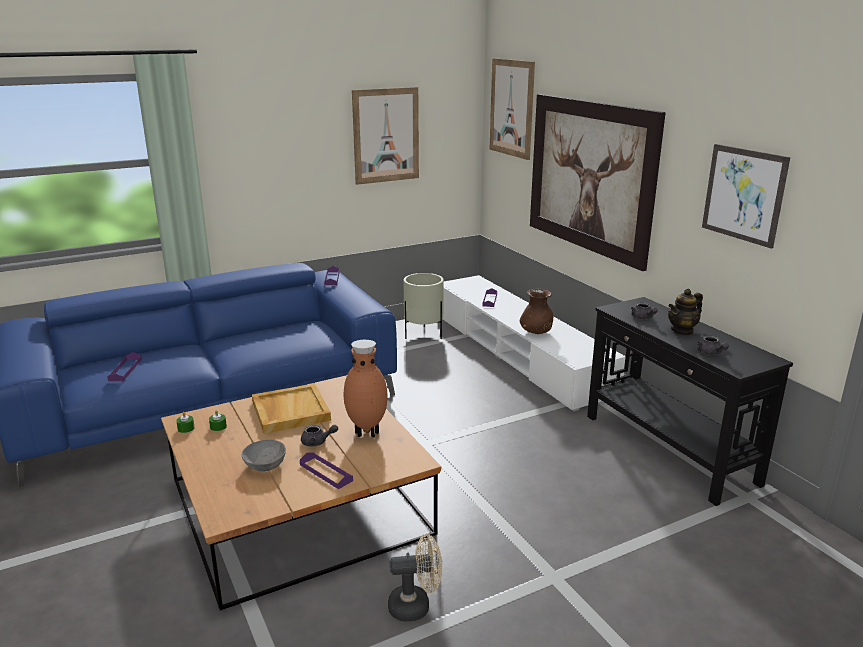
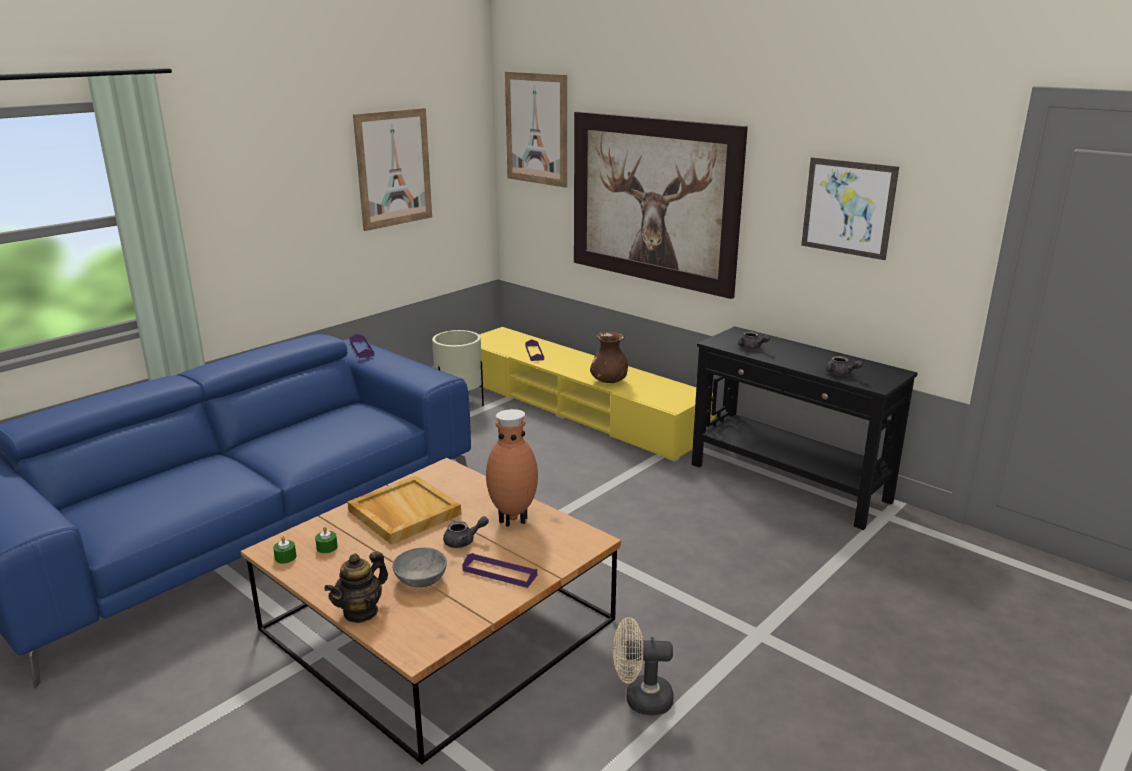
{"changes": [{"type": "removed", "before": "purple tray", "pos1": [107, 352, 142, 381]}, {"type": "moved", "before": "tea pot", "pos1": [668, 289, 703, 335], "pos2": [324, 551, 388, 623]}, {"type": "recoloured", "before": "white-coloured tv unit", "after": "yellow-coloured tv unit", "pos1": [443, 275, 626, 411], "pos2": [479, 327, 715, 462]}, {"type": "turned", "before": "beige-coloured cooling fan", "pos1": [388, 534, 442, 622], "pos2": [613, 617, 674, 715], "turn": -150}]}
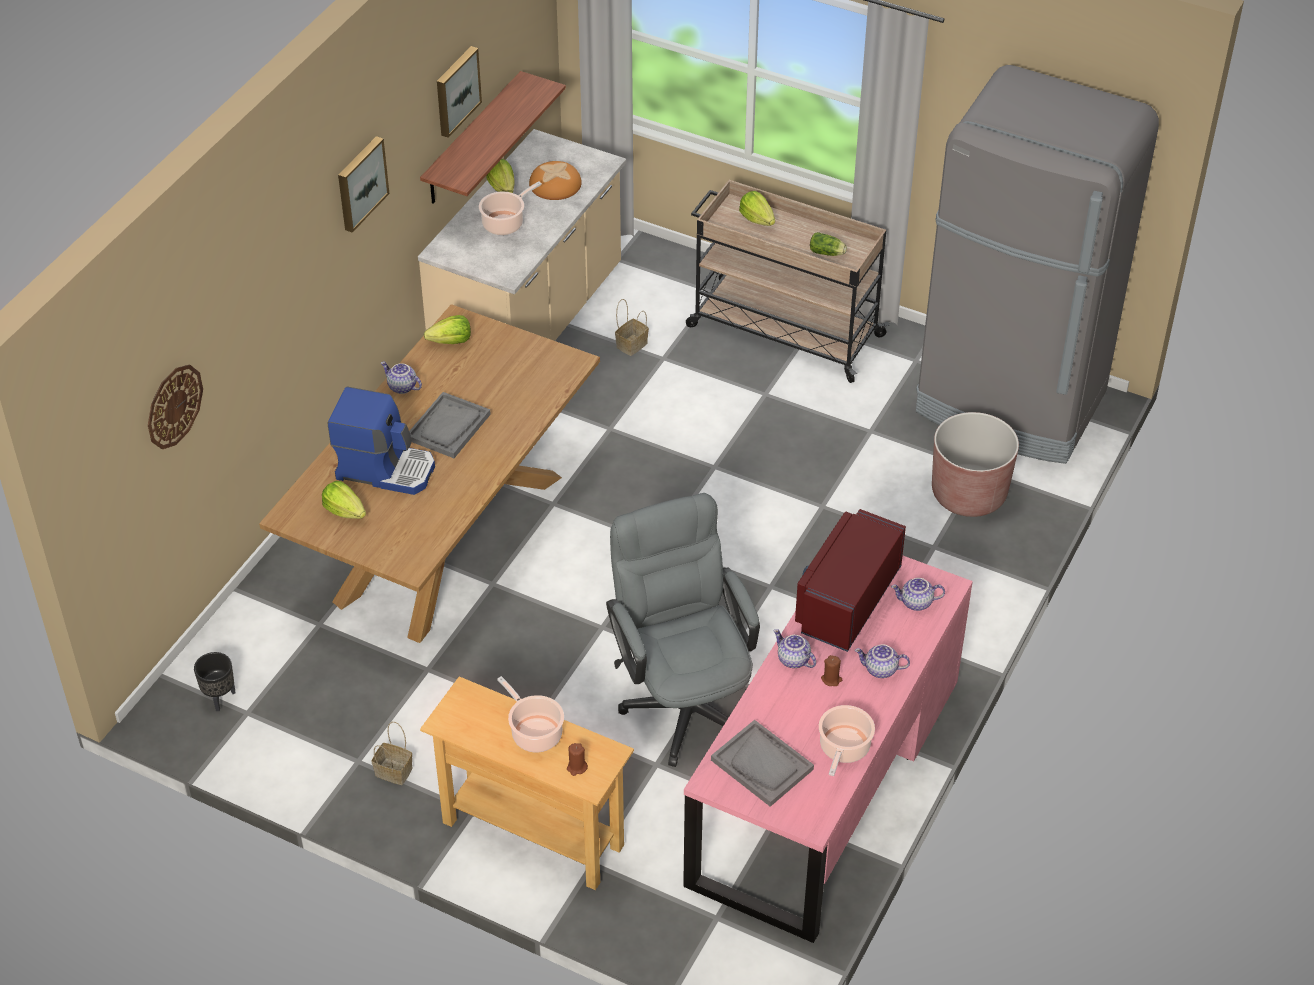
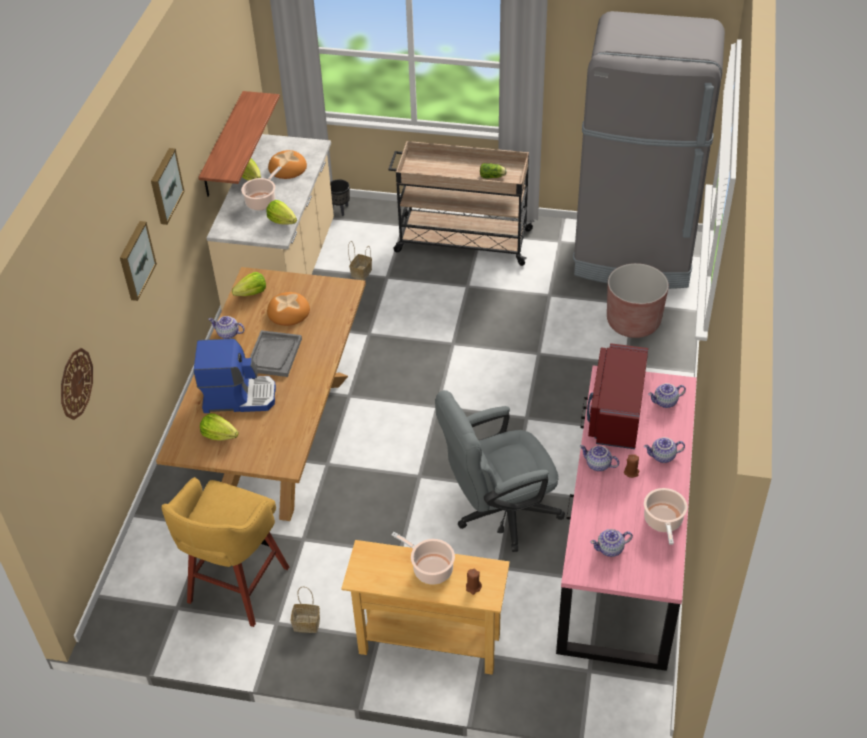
{"changes": [{"type": "added", "after": "yellow-coloured stool seat", "pos2": [162, 477, 289, 627]}, {"type": "added", "after": "baked bread", "pos2": [267, 292, 310, 326]}, {"type": "moved", "before": "black-coloured planter", "pos1": [194, 652, 236, 711], "pos2": [330, 179, 350, 216]}, {"type": "moved", "before": "wall picture", "pos1": [437, 46, 482, 138], "pos2": [120, 221, 157, 301]}, {"type": "moved", "before": "head of lettuce", "pos1": [739, 191, 775, 226], "pos2": [266, 200, 297, 225]}, {"type": "replaced", "before": "gray tray", "after": "tea pot", "pos1": [711, 720, 814, 807], "pos2": [590, 529, 633, 557]}, {"type": "turned", "before": "gray desk chair", "pos1": [606, 493, 760, 767], "pos2": [435, 390, 565, 552], "turn": -75}]}
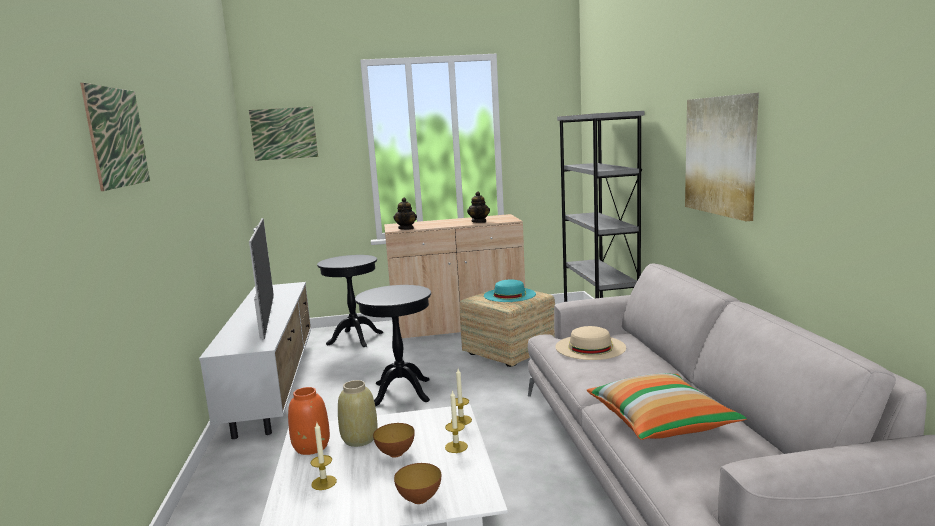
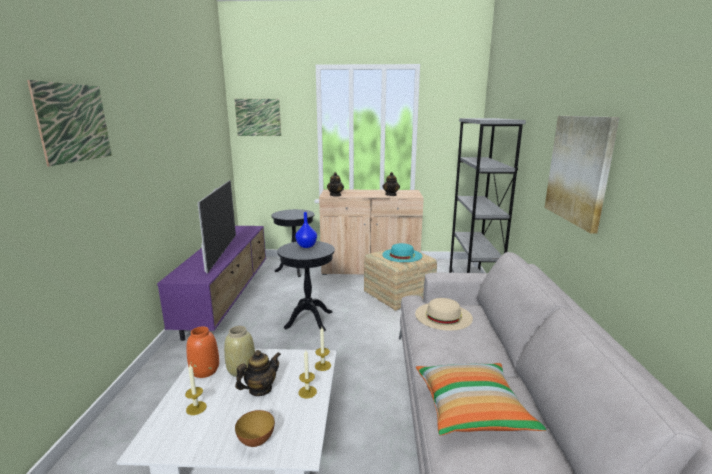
{"changes": [{"type": "added", "after": "blue flower vase", "pos2": [295, 212, 317, 248]}, {"type": "replaced", "before": "deep dish", "after": "tea pot", "pos1": [373, 423, 415, 458], "pos2": [235, 350, 281, 396]}, {"type": "recoloured", "before": "white-coloured tv unit", "after": "purple tv unit", "pos1": [199, 282, 311, 439], "pos2": [157, 226, 266, 341]}]}
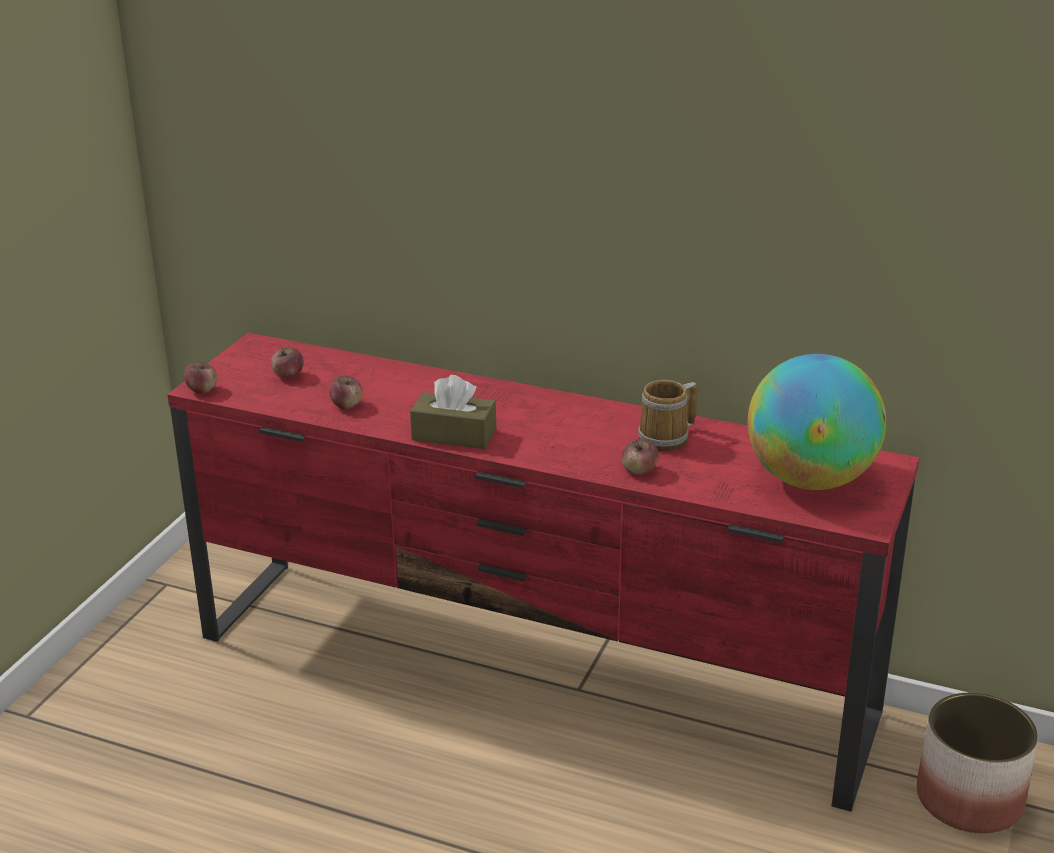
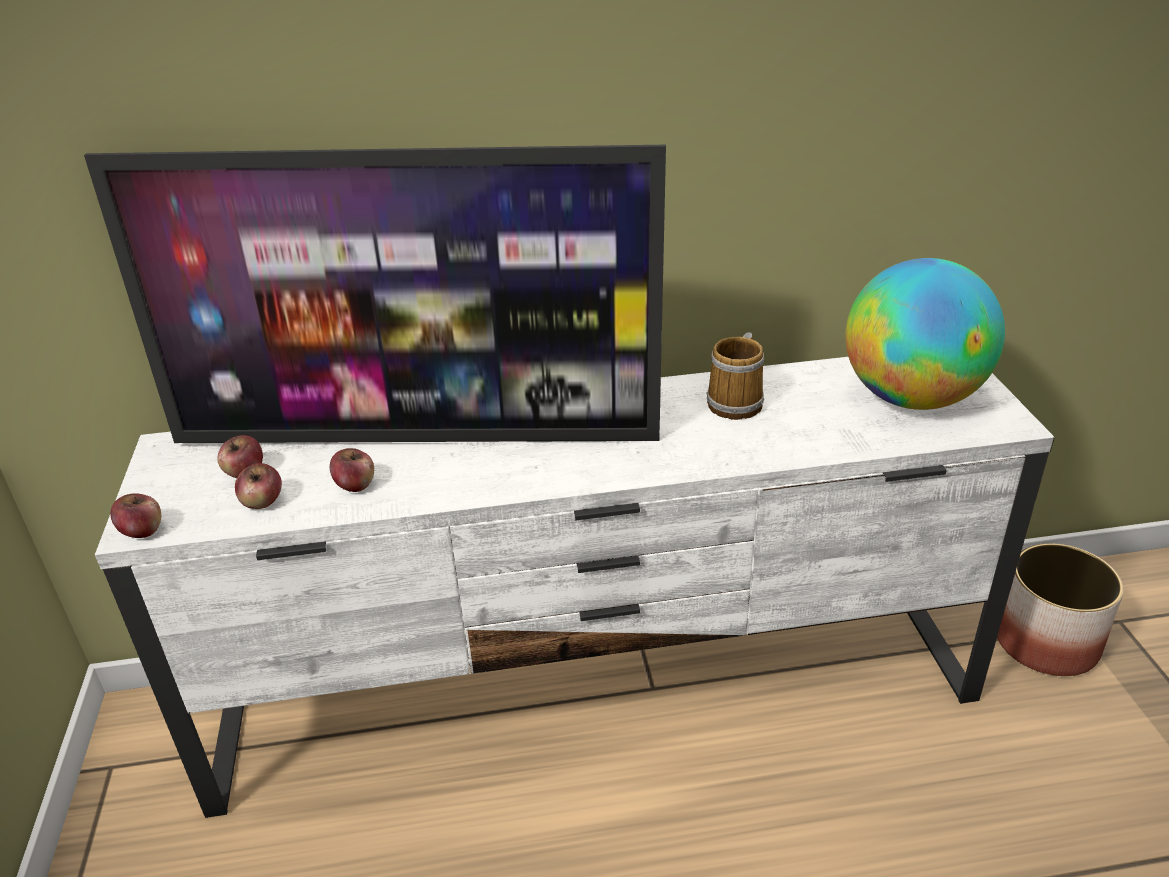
{"changes": [{"type": "removed", "before": "brown tissue holder", "pos1": [410, 375, 496, 449]}, {"type": "added", "after": "TV set", "pos2": [84, 145, 666, 443]}, {"type": "moved", "before": "apple fruit", "pos1": [622, 438, 659, 475], "pos2": [235, 463, 282, 509]}, {"type": "recoloured", "before": "reddish tv unit", "after": "white-coloured tv unit", "pos1": [167, 333, 920, 812], "pos2": [95, 357, 1055, 818]}]}
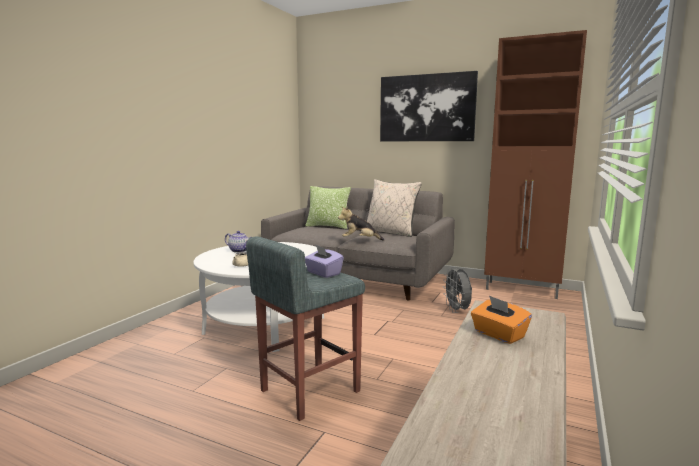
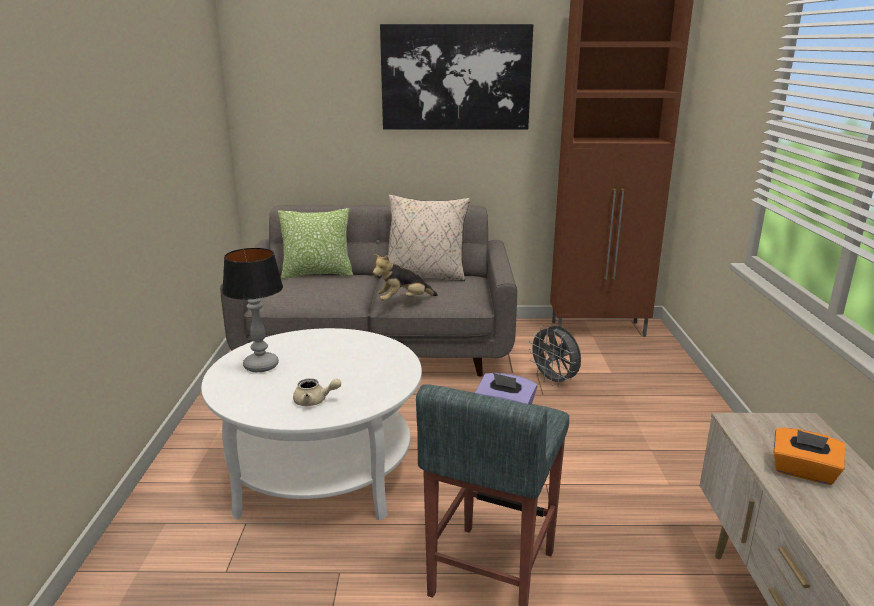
{"changes": [{"type": "replaced", "before": "tea pot", "after": "table lamp", "pos1": [225, 231, 251, 253], "pos2": [222, 248, 283, 372]}]}
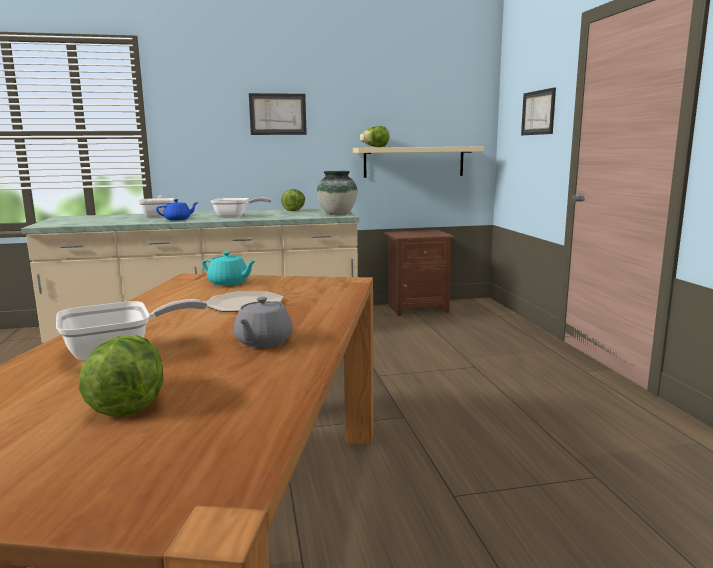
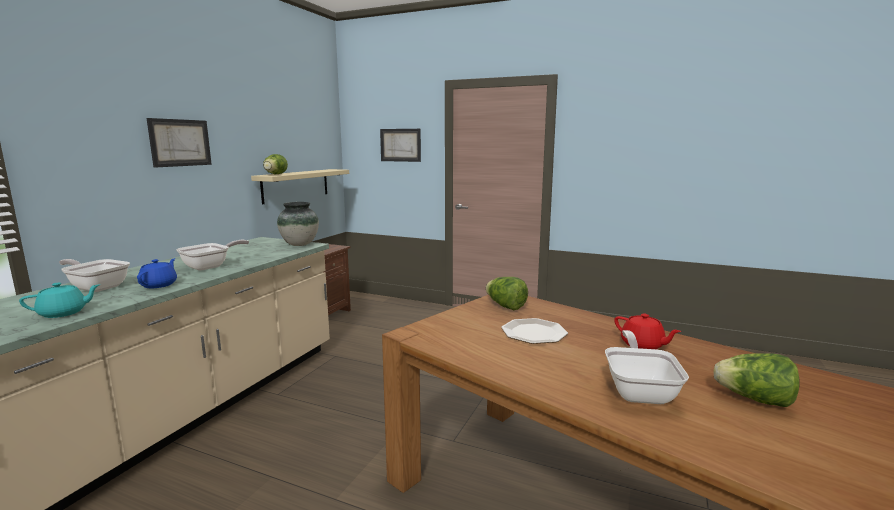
{"changes": [{"type": "moved", "before": "blue-green tea pot", "pos1": [202, 251, 256, 286], "pos2": [19, 283, 100, 318]}, {"type": "moved", "before": "head of lettuce", "pos1": [281, 189, 305, 211], "pos2": [486, 277, 528, 310]}, {"type": "recoloured", "before": "gray tea pot", "after": "reddish tea pot", "pos1": [233, 297, 293, 348], "pos2": [614, 314, 681, 349]}]}
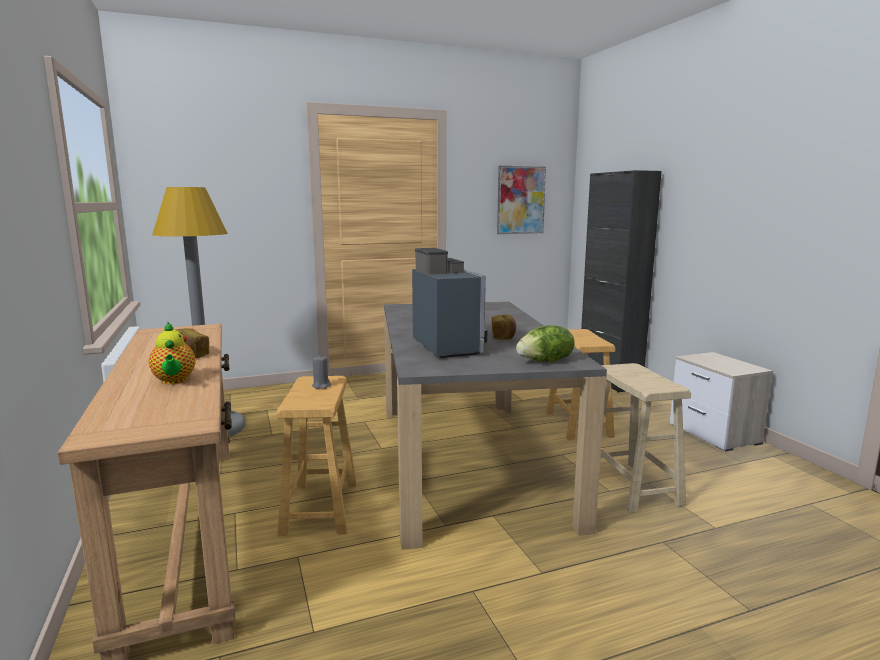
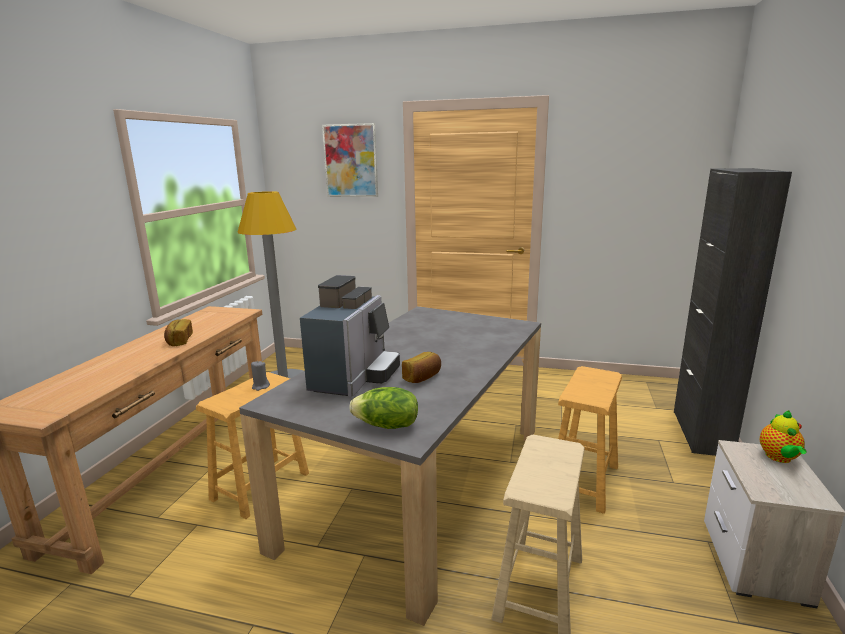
{"changes": [{"type": "moved", "before": "tea pot", "pos1": [149, 322, 196, 384], "pos2": [760, 410, 807, 463]}, {"type": "moved", "before": "wall picture", "pos1": [497, 166, 546, 234], "pos2": [322, 123, 378, 197]}]}
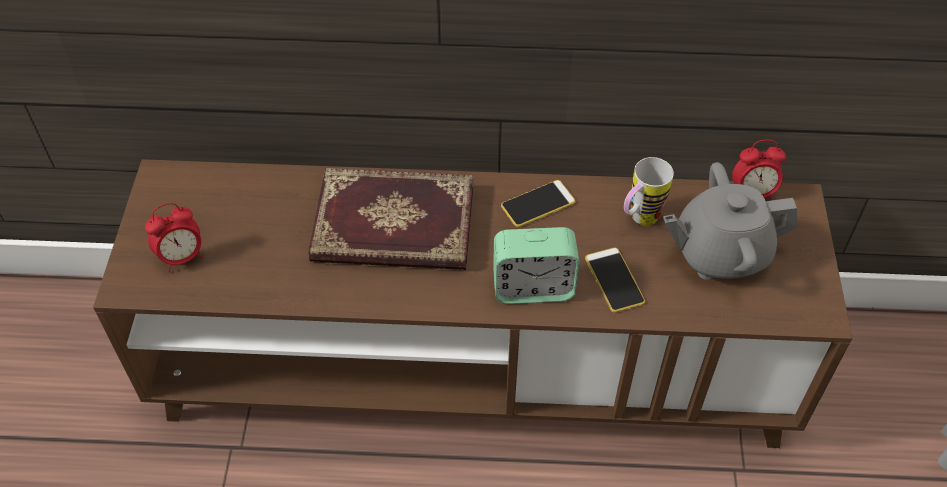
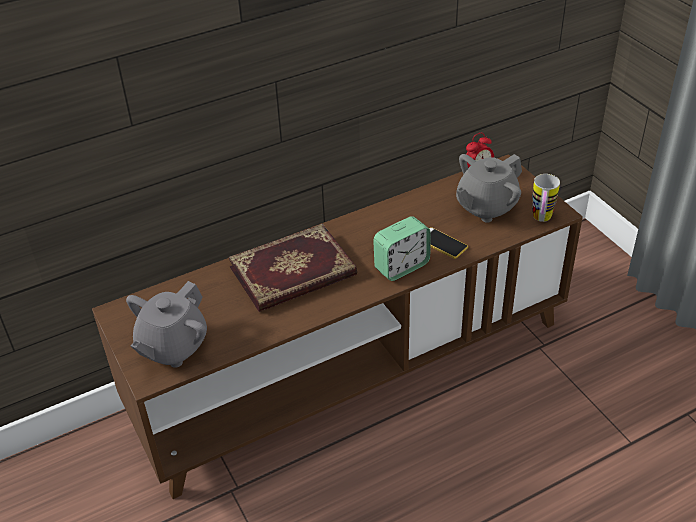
{"changes": [{"type": "removed", "before": "handset", "pos1": [501, 180, 576, 227]}, {"type": "moved", "before": "coffee mug", "pos1": [624, 157, 674, 226], "pos2": [532, 174, 560, 222]}, {"type": "replaced", "before": "bedside clock", "after": "gray tea pot", "pos1": [145, 203, 203, 272], "pos2": [126, 281, 207, 368]}]}
